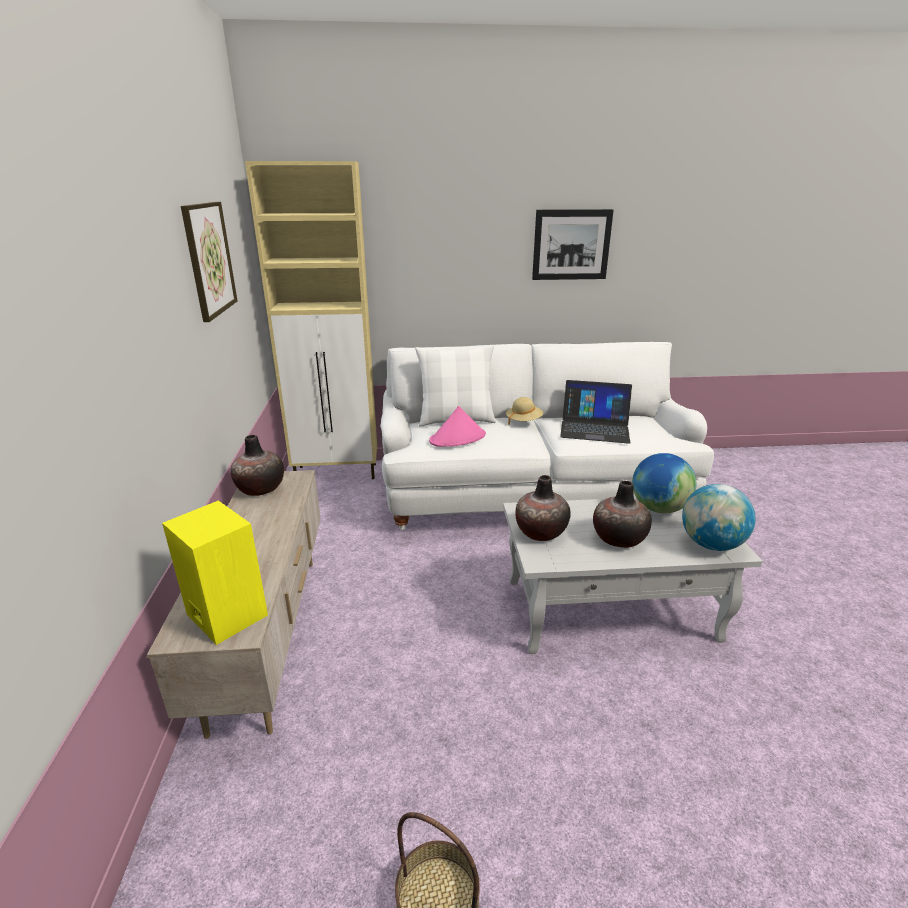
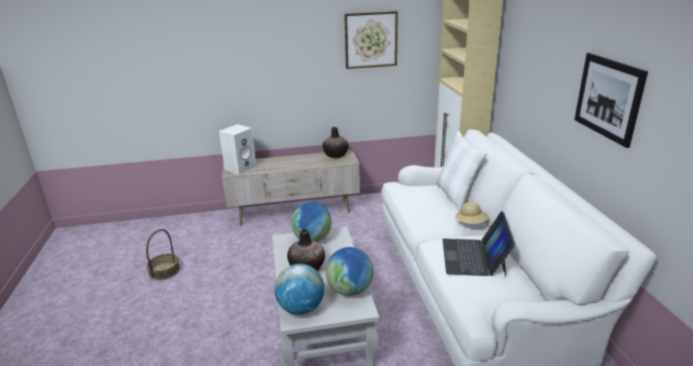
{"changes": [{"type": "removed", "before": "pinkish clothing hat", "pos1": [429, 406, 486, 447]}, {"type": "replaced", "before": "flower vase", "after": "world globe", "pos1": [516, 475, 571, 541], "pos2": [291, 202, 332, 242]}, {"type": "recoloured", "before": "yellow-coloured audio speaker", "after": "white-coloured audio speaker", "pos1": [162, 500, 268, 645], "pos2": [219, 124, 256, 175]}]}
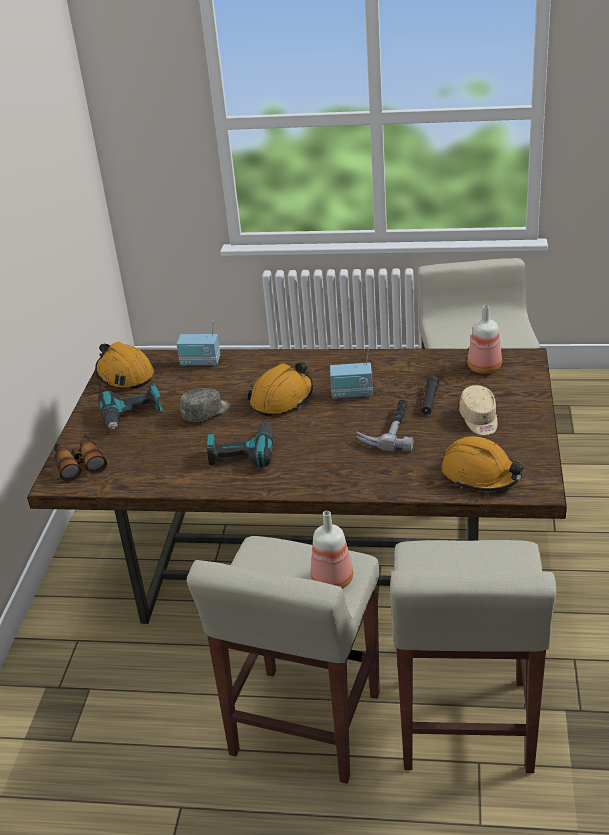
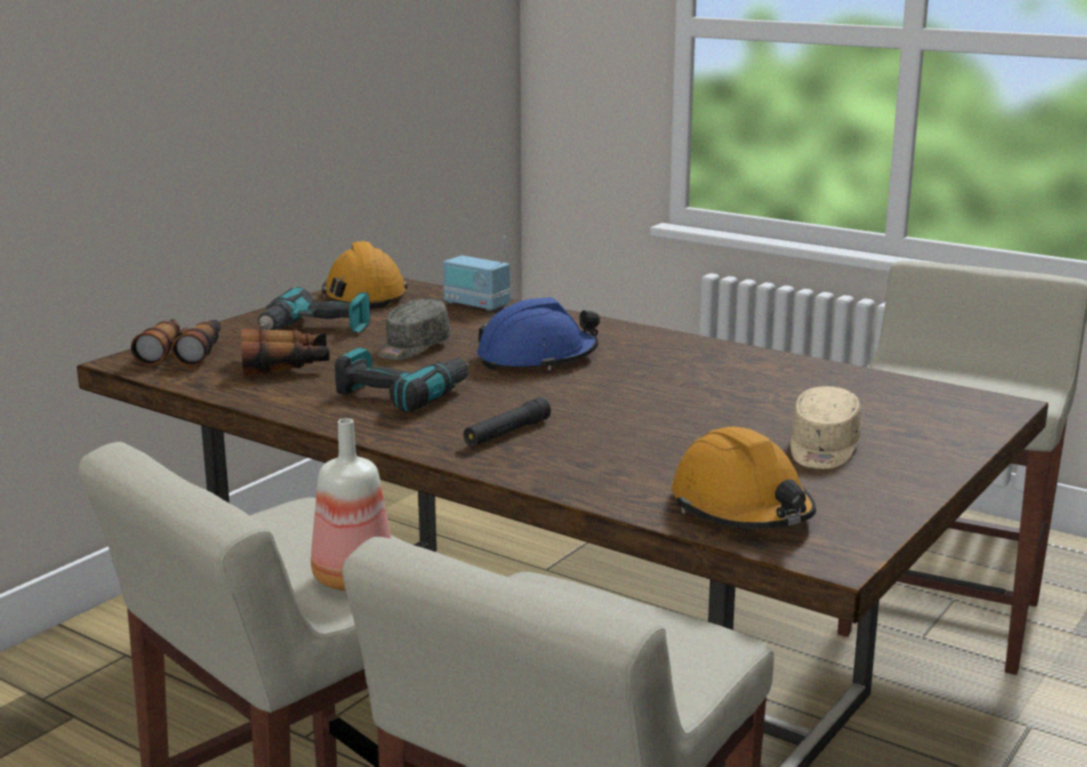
{"changes": [{"type": "removed", "before": "radio", "pos1": [330, 348, 373, 399]}, {"type": "removed", "before": "tool hammer", "pos1": [356, 400, 413, 451]}, {"type": "removed", "before": "bottle", "pos1": [467, 305, 502, 374]}, {"type": "added", "after": "binoculars", "pos2": [241, 329, 330, 376]}, {"type": "moved", "before": "black-coloured torch", "pos1": [421, 376, 439, 415], "pos2": [463, 397, 551, 446]}, {"type": "recoloured", "before": "orange work helmet", "after": "blue work helmet", "pos1": [247, 362, 313, 417], "pos2": [477, 297, 600, 370]}, {"type": "turned", "before": "gray cap", "pos1": [180, 388, 230, 422], "pos2": [378, 299, 451, 360], "turn": 135}]}
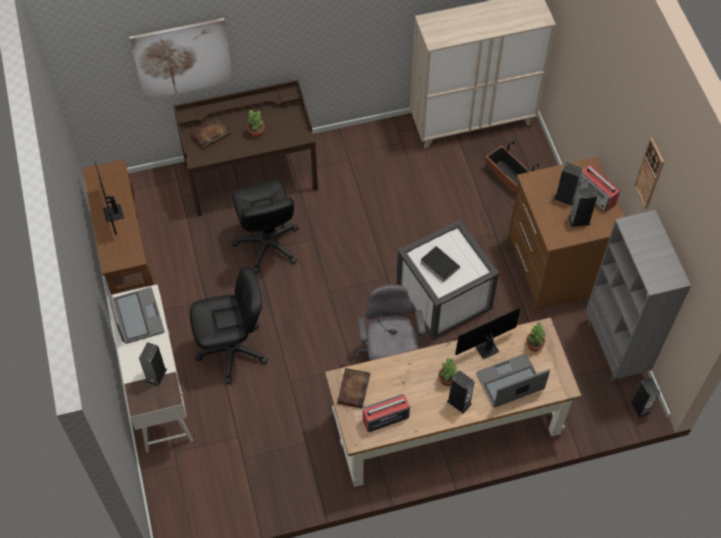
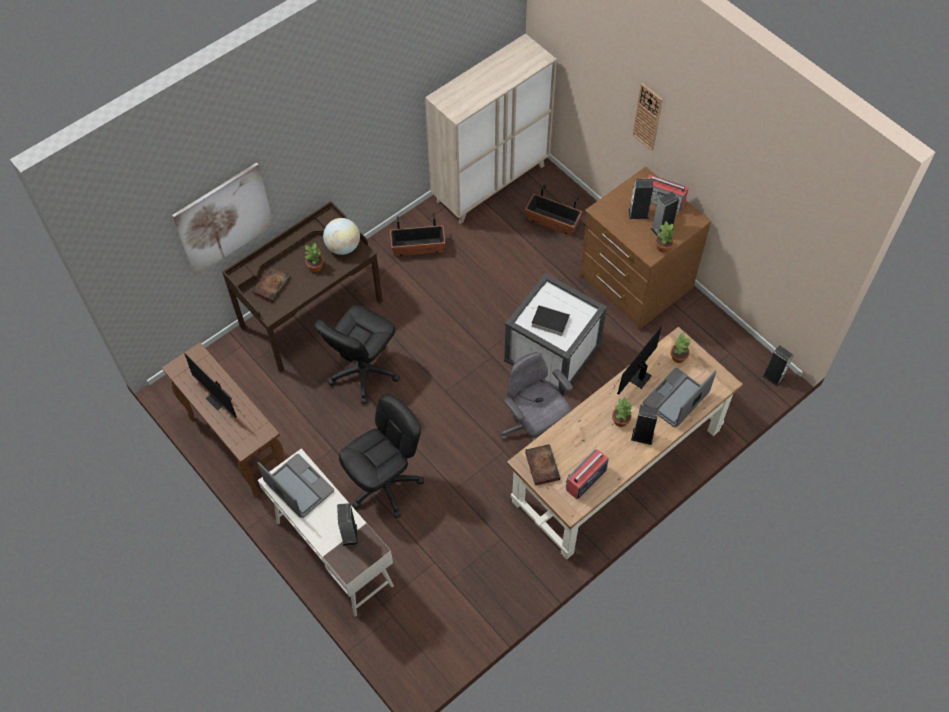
{"changes": [{"type": "removed", "before": "gray bookshelf", "pos1": [586, 210, 691, 381]}, {"type": "added", "after": "world globe", "pos2": [323, 218, 360, 255]}, {"type": "added", "after": "planter", "pos2": [390, 213, 445, 256]}, {"type": "added", "after": "plant in a pot", "pos2": [655, 221, 674, 253]}, {"type": "moved", "before": "clock on the wall", "pos1": [634, 138, 664, 209], "pos2": [633, 83, 663, 151]}, {"type": "turned", "before": "black-coloured desk chair", "pos1": [232, 180, 299, 274], "pos2": [313, 305, 400, 404], "turn": 75}]}
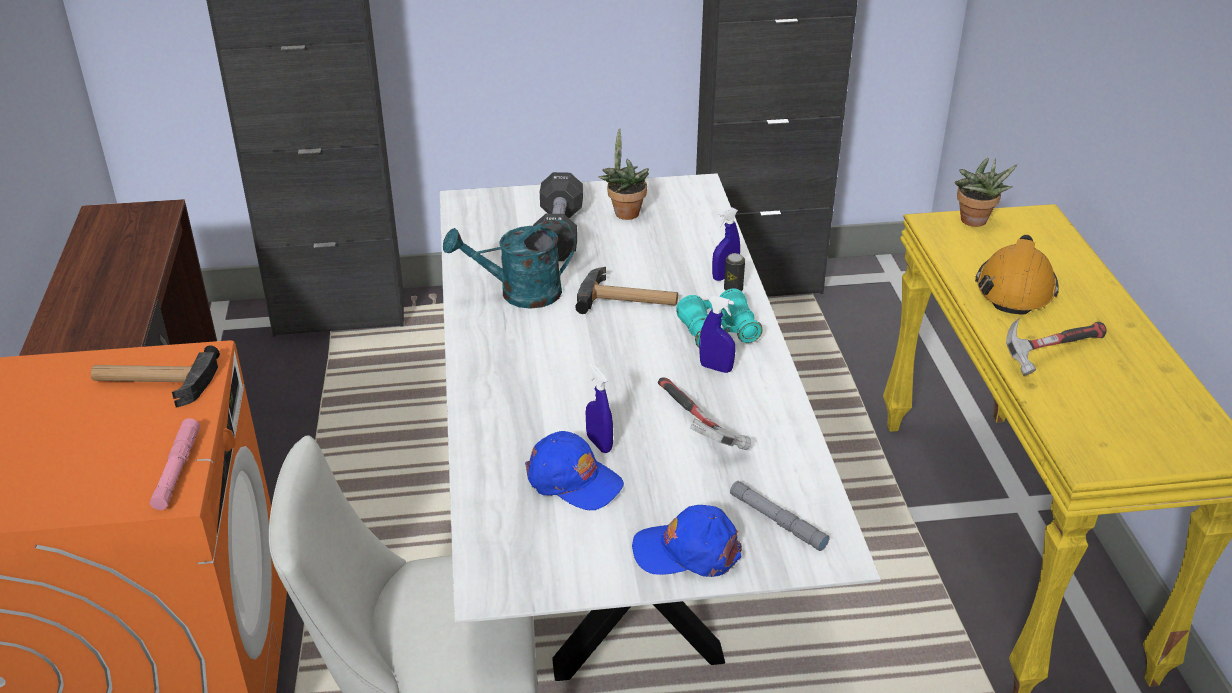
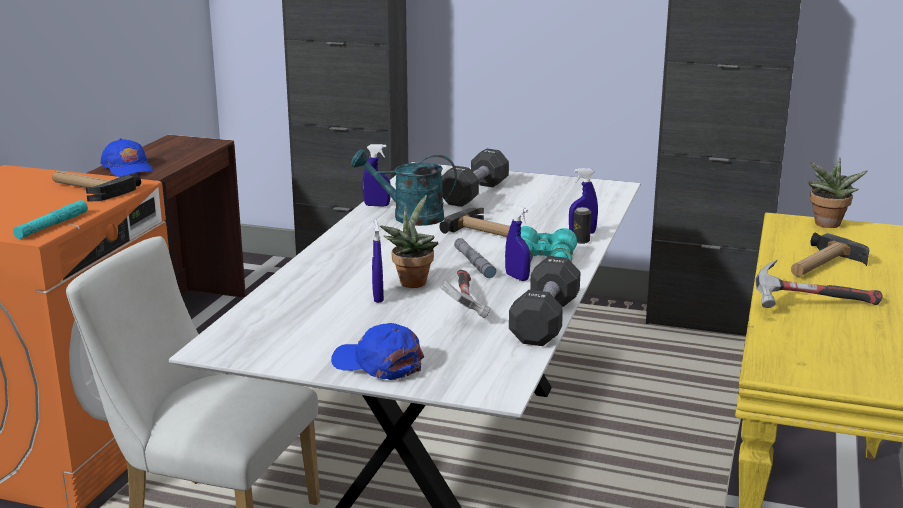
{"changes": [{"type": "added", "after": "blue hand sprayer", "pos2": [363, 144, 391, 207]}, {"type": "added", "after": "black-coloured free weight", "pos2": [509, 256, 581, 346]}, {"type": "moved", "before": "blue cap", "pos1": [525, 431, 624, 510], "pos2": [100, 138, 153, 177]}, {"type": "moved", "before": "plant in a pot", "pos1": [598, 128, 649, 220], "pos2": [380, 195, 438, 288]}, {"type": "moved", "before": "gray torch", "pos1": [730, 481, 830, 551], "pos2": [454, 238, 496, 278]}, {"type": "replaced", "before": "orange work helmet", "after": "tool hammer", "pos1": [975, 235, 1059, 315], "pos2": [791, 232, 869, 277]}, {"type": "recoloured", "before": "pinkish torch", "after": "blue-green torch", "pos1": [150, 418, 200, 510], "pos2": [13, 200, 88, 239]}]}
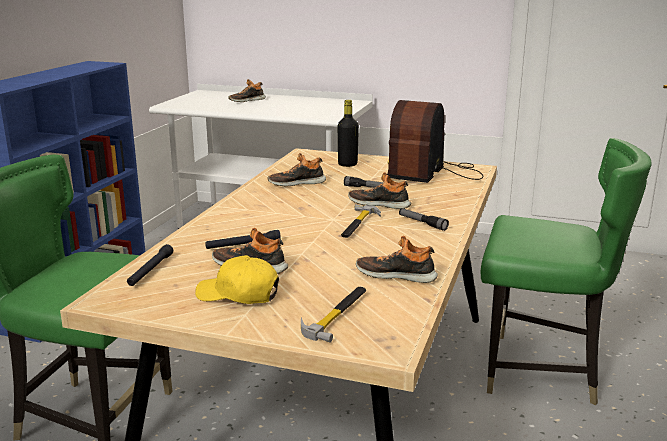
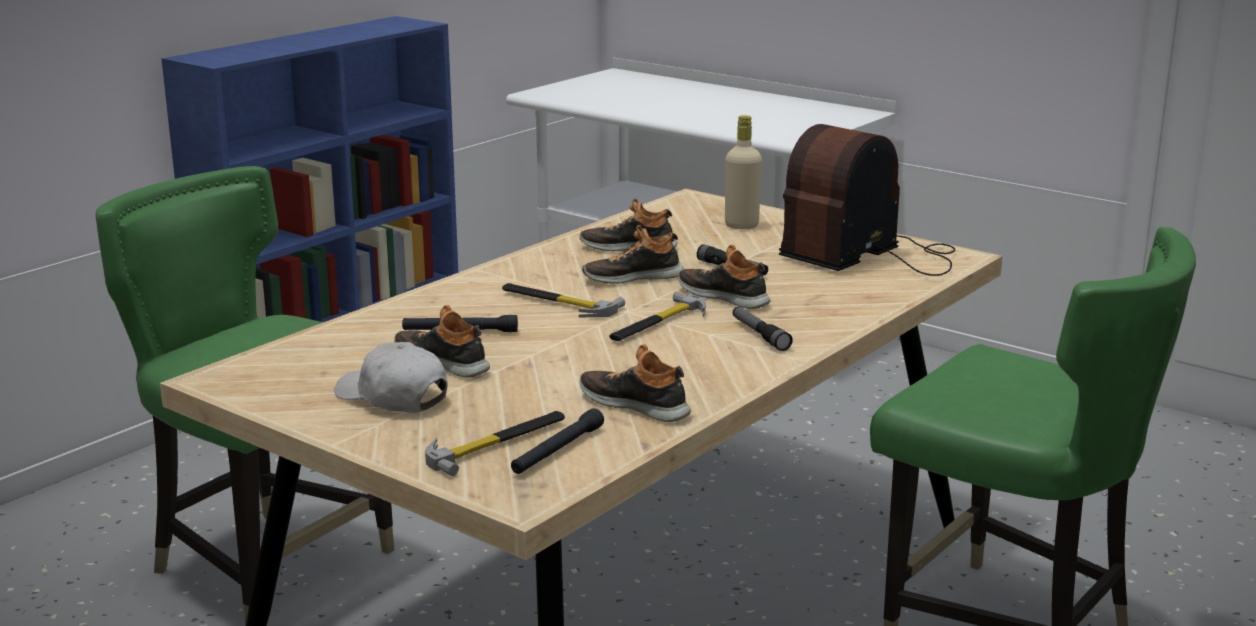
{"changes": [{"type": "added", "after": "tool hammer", "pos2": [502, 283, 625, 317]}, {"type": "moved", "before": "black-coloured torch", "pos1": [127, 244, 173, 286], "pos2": [511, 408, 604, 474]}, {"type": "moved", "before": "low shoe", "pos1": [228, 79, 266, 102], "pos2": [582, 225, 684, 284]}, {"type": "recoloured", "before": "yellow-coloured cap", "after": "white-coloured cap", "pos1": [195, 255, 279, 304], "pos2": [334, 342, 448, 413]}, {"type": "recoloured", "before": "black-coloured bottle", "after": "beige-coloured bottle", "pos1": [338, 100, 359, 167], "pos2": [725, 115, 762, 229]}]}
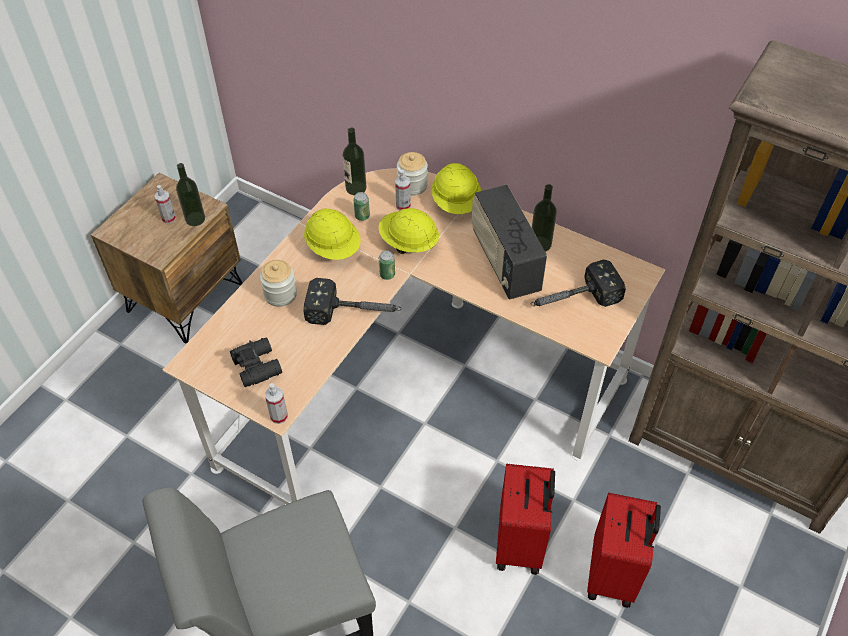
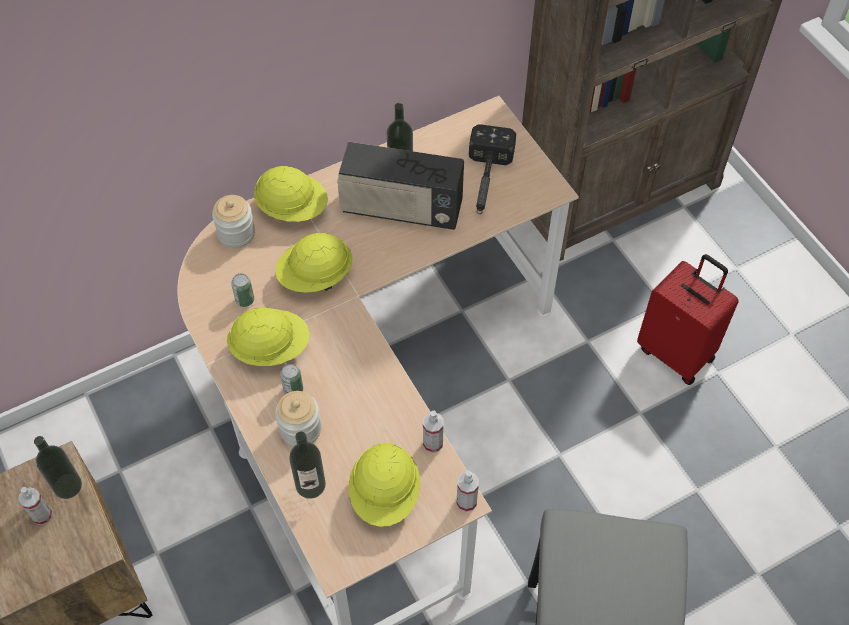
{"changes": [{"type": "removed", "before": "tool hammer", "pos1": [304, 278, 401, 325]}, {"type": "removed", "before": "reddish suitcase", "pos1": [496, 464, 555, 575]}, {"type": "moved", "before": "bottle", "pos1": [343, 128, 366, 195], "pos2": [289, 431, 326, 499]}, {"type": "moved", "before": "metal can", "pos1": [379, 250, 395, 280], "pos2": [280, 364, 303, 394]}, {"type": "moved", "before": "hand sprayer", "pos1": [395, 170, 411, 211], "pos2": [423, 410, 444, 453]}, {"type": "replaced", "before": "black-coloured binoculars", "after": "yellow-coloured work helmet", "pos1": [230, 337, 282, 387], "pos2": [349, 443, 420, 527]}]}
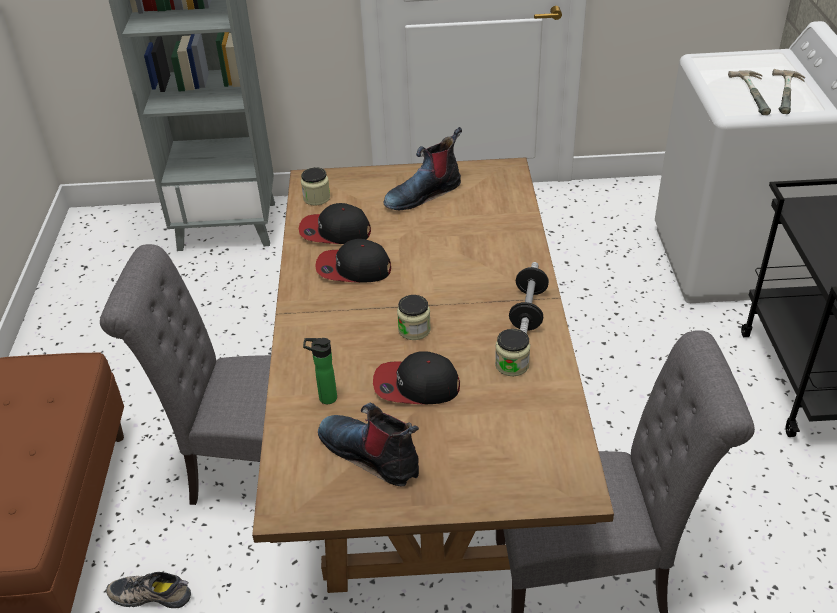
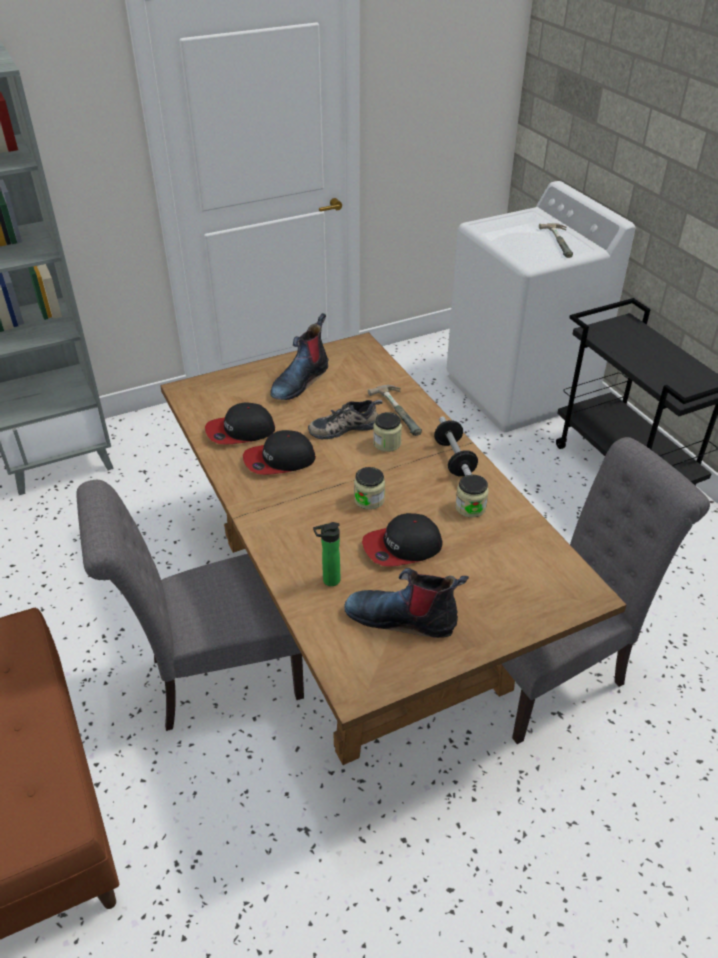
{"changes": [{"type": "moved", "before": "low shoe", "pos1": [106, 572, 191, 608], "pos2": [308, 400, 382, 440]}, {"type": "moved", "before": "preserve jar", "pos1": [301, 167, 330, 206], "pos2": [373, 412, 402, 452]}, {"type": "moved", "before": "tool hammer", "pos1": [728, 70, 771, 115], "pos2": [368, 385, 422, 436]}]}
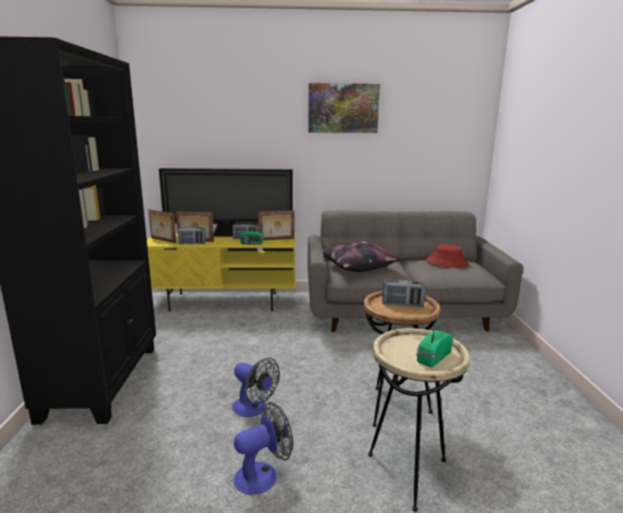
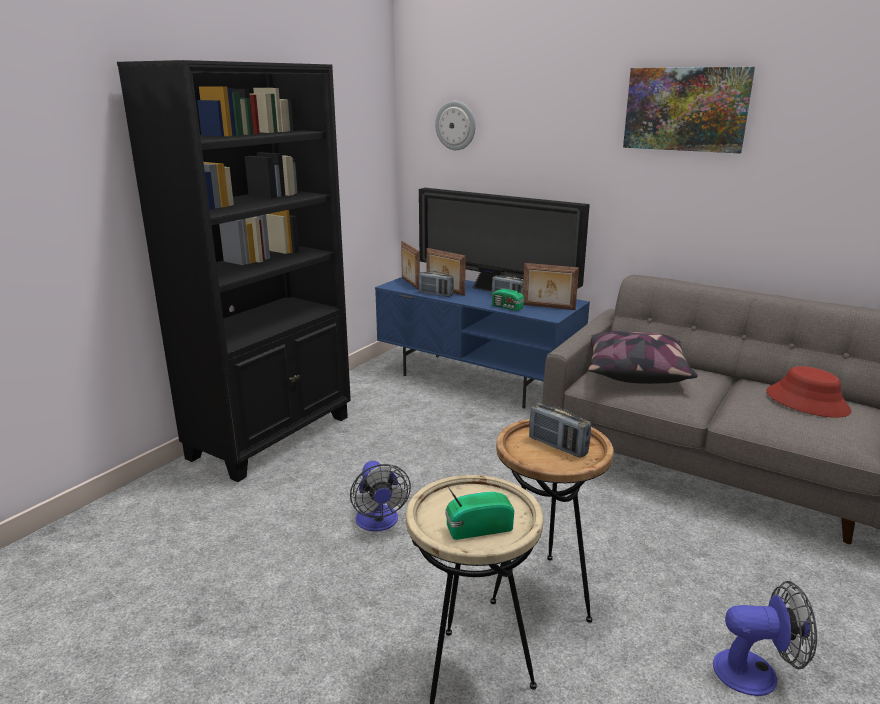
{"changes": [{"type": "added", "after": "clock on the wall", "pos2": [435, 101, 476, 150]}, {"type": "moved", "before": "cooling fan", "pos1": [234, 402, 293, 494], "pos2": [713, 581, 817, 696]}, {"type": "recoloured", "before": "yellow-coloured tv unit", "after": "blue tv unit", "pos1": [147, 233, 295, 312], "pos2": [375, 272, 590, 408]}]}
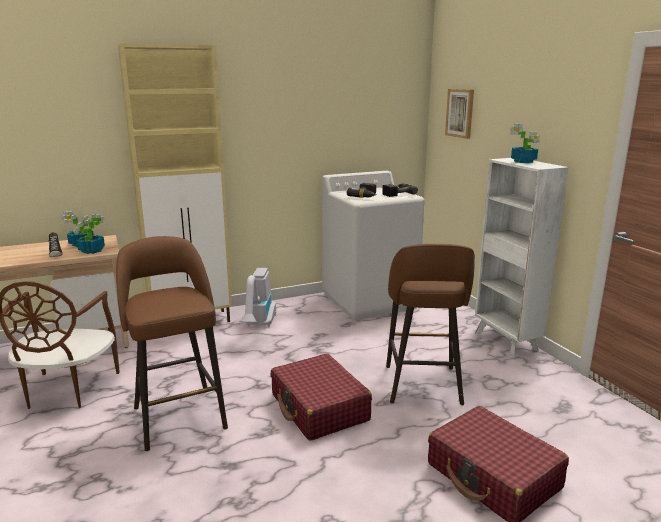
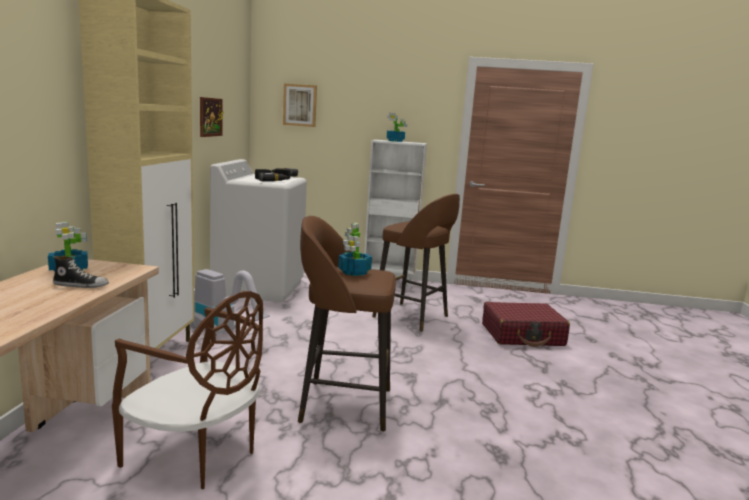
{"changes": [{"type": "removed", "before": "reddish suitcase", "pos1": [271, 354, 372, 441]}, {"type": "added", "after": "wall picture", "pos2": [200, 97, 224, 137]}, {"type": "moved", "before": "plant in a pot", "pos1": [73, 214, 105, 254], "pos2": [338, 223, 372, 276]}]}
